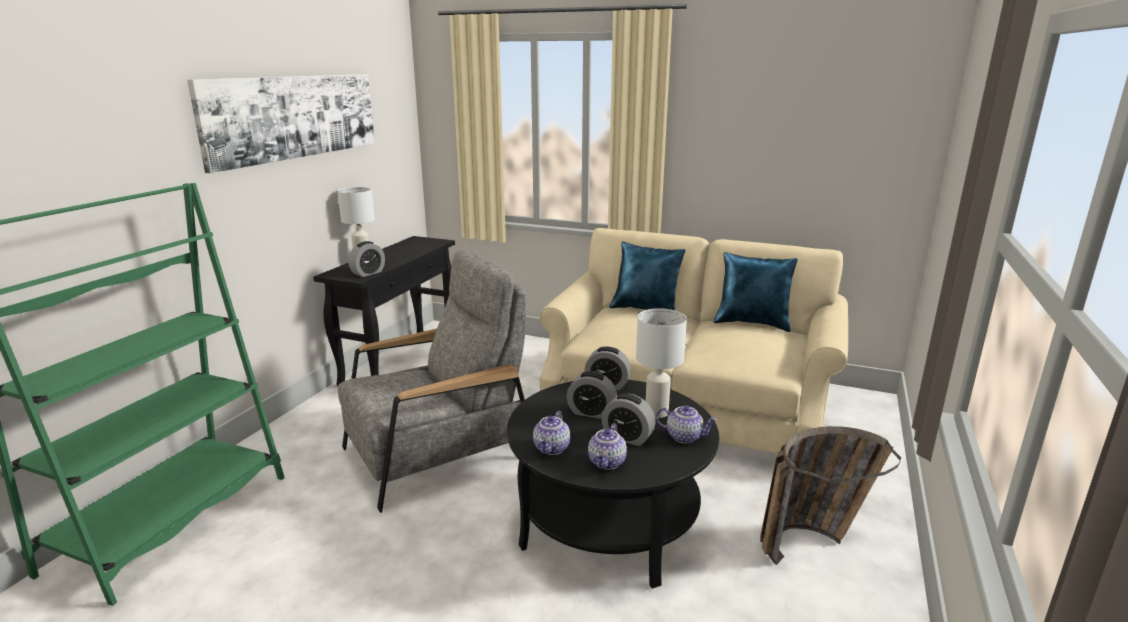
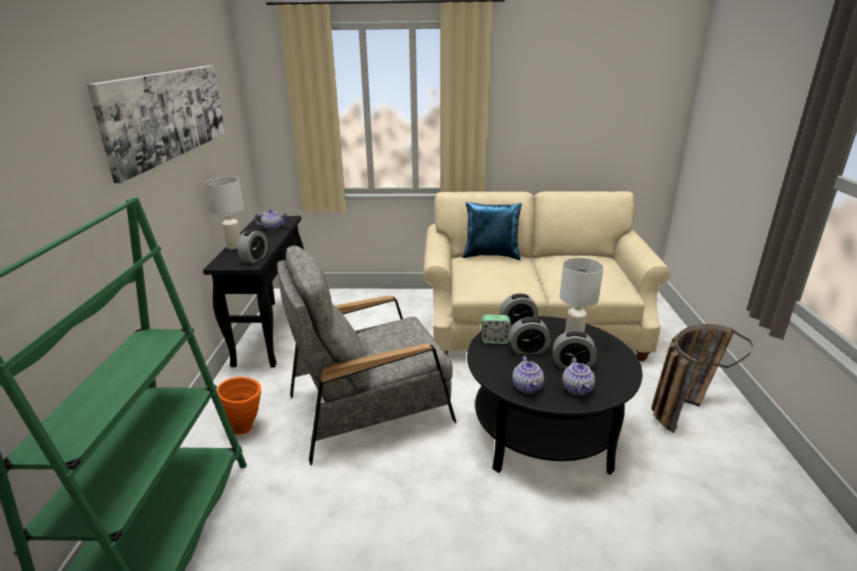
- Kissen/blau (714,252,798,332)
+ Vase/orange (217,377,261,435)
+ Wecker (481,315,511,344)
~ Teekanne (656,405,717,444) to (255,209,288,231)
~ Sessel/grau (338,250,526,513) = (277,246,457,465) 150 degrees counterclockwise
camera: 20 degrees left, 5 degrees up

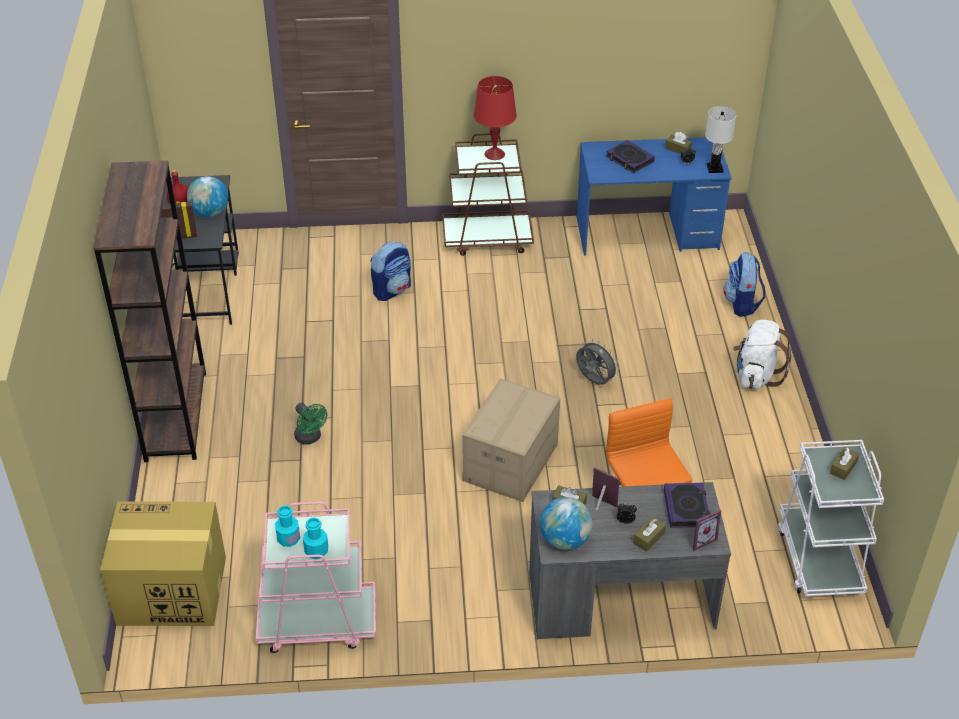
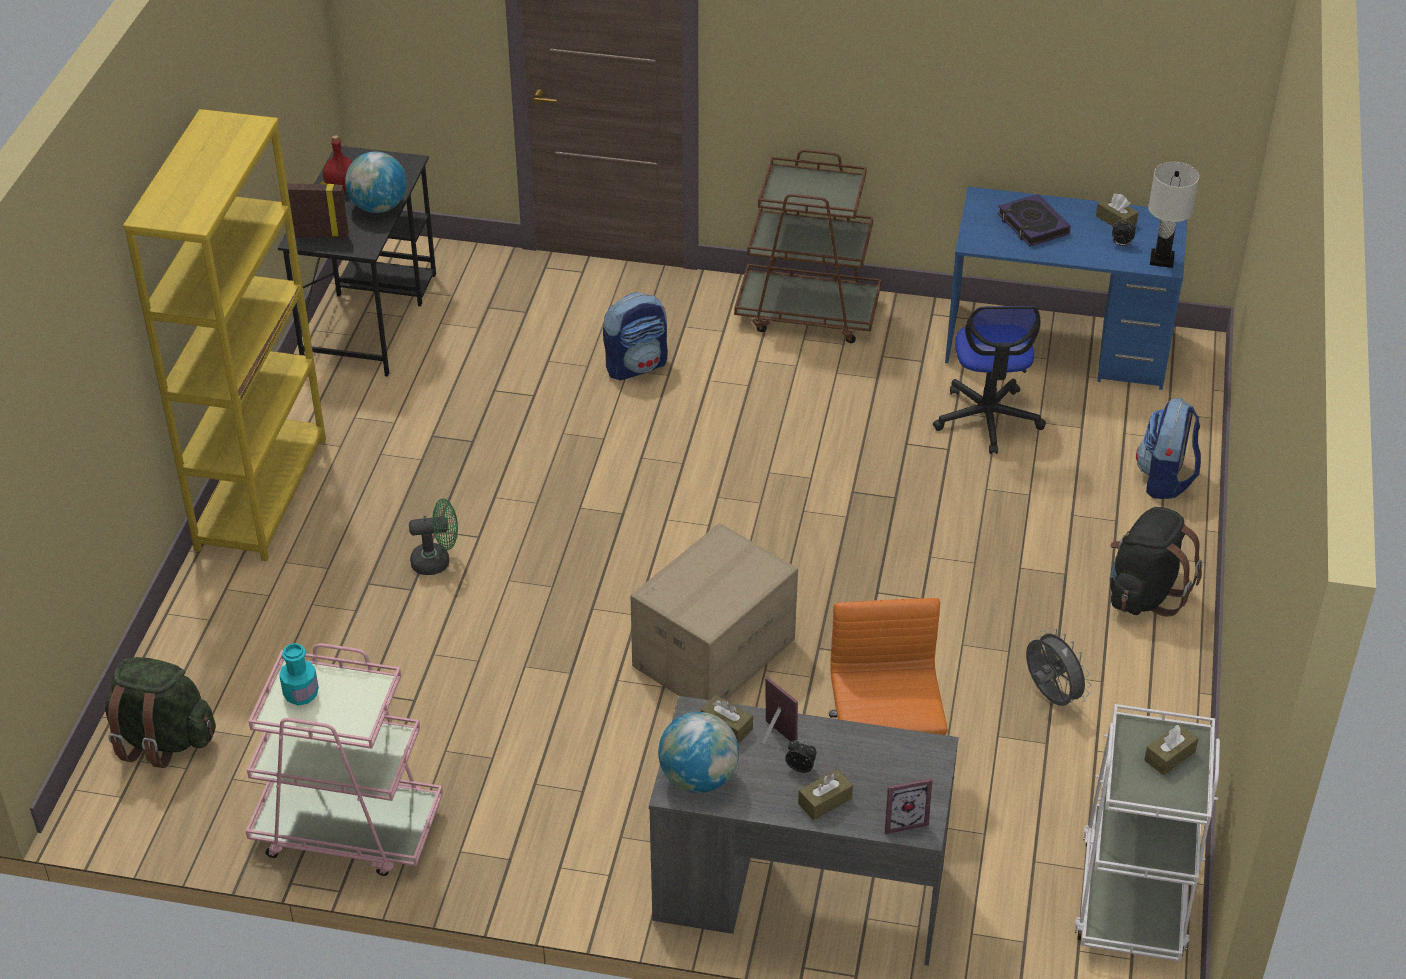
- Flasche/türkis (303,518,328,559)
- Tischlampe/rot (473,76,517,160)
- Buch (664,483,710,528)
+ Bürostuhl (933,306,1046,454)
~ Ventilator/grau (576,339,620,385) to (1026,629,1091,706)
~ Karton (100,501,226,626) to Rucksack/grün (105,657,216,768)
~ Bücherregal/braun (93,161,206,462) to Bücherregal/gelb (123,109,326,561)
~ Rucksack/weiß (733,320,791,389) to Rucksack/schwarz (1109,507,1202,617)
~ Ventilator/grün (294,403,327,445) = (409,499,458,575) 75 degrees counterclockwise
camera: 15 degrees right, 0 degrees up

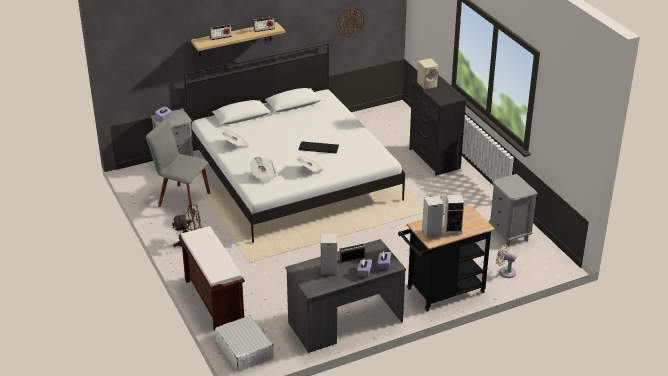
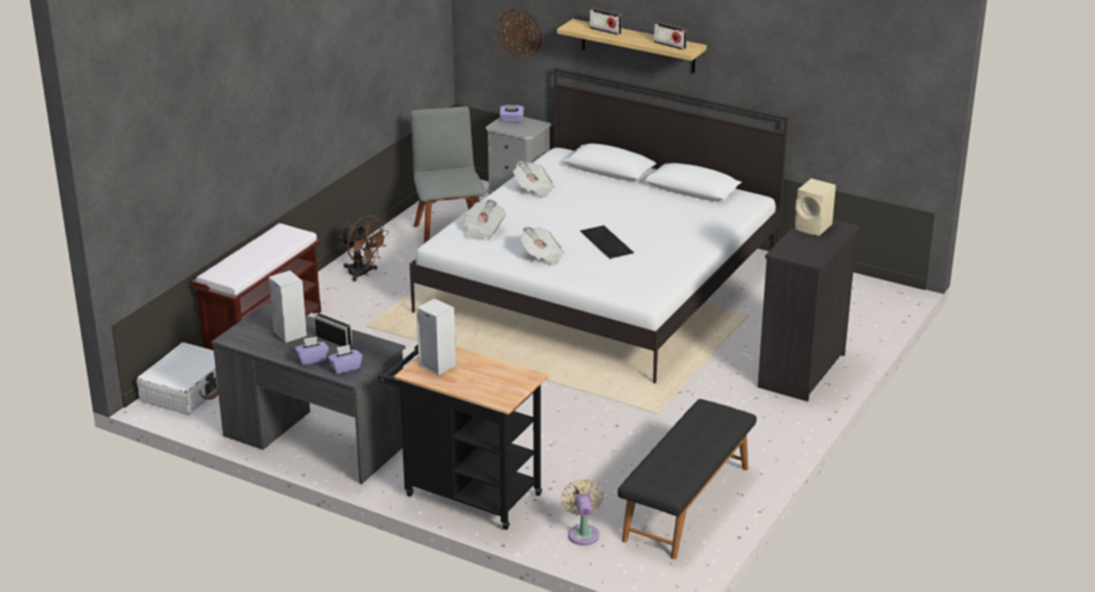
- Lautsprecher (444,194,464,235)
~ Wanduhr (337,7,365,37) to (498,9,542,59)
~ Nachttisch/grau (489,174,538,247) to Bank/schwarz (618,399,757,559)
camera: 55 degrees right, 5 degrees down

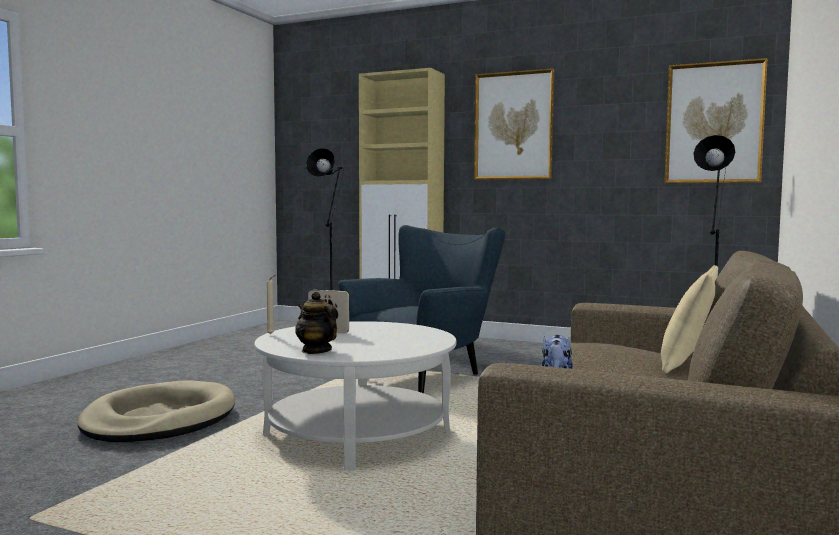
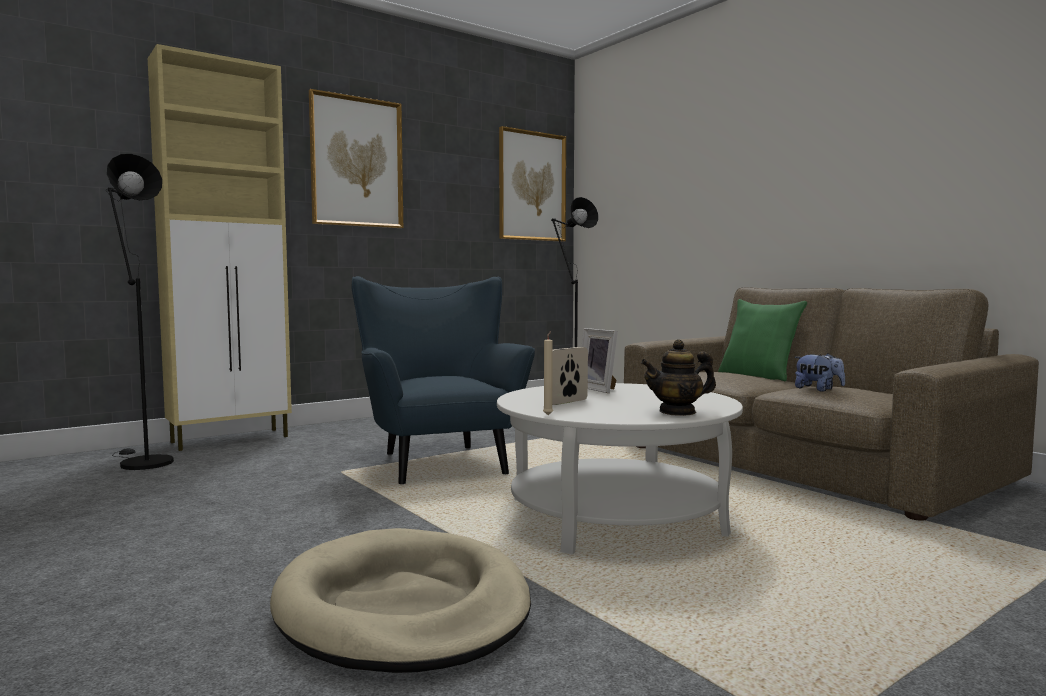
+ Bilderrahmen (581,328,618,393)
~ Kissen/beige (661,265,718,373) to Kissen/grün (718,299,807,381)
camera: 60 degrees left, 0 degrees up

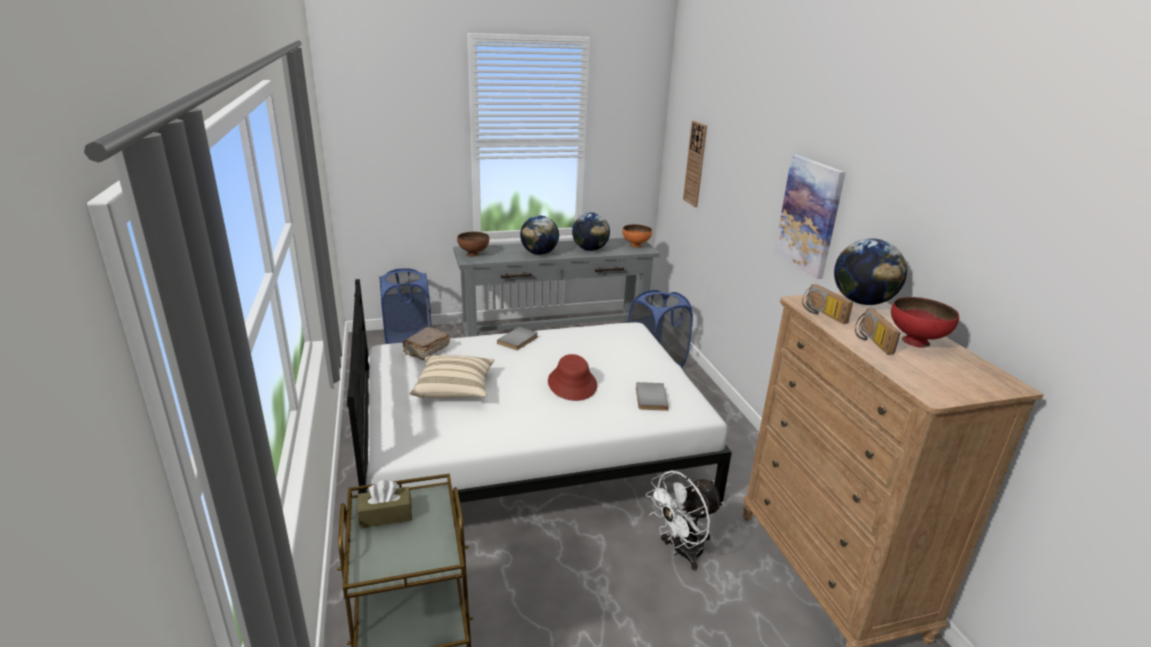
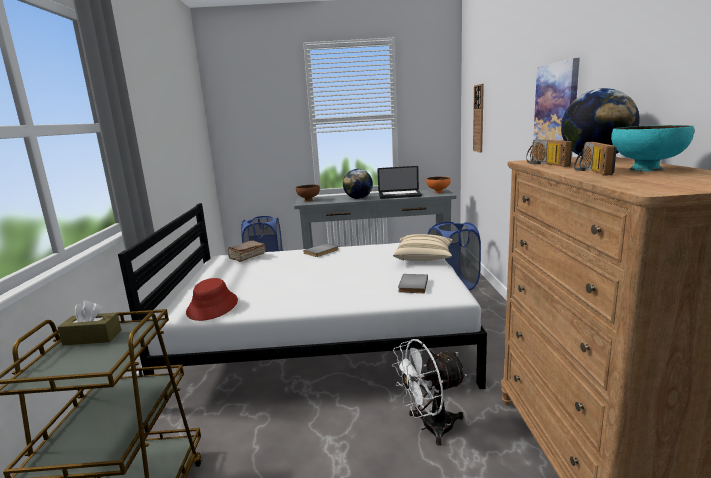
~ Kissen/beige (410,355,494,398) to (393,234,453,261)
~ Hut/rot (548,354,597,401) to (186,278,238,321)
~ Globus (572,213,610,251) to Laptop (377,166,422,199)
~ Schüssel/rot (891,297,959,348) to Schüssel/türkis (611,125,694,171)
camera: 15 degrees right, 10 degrees down

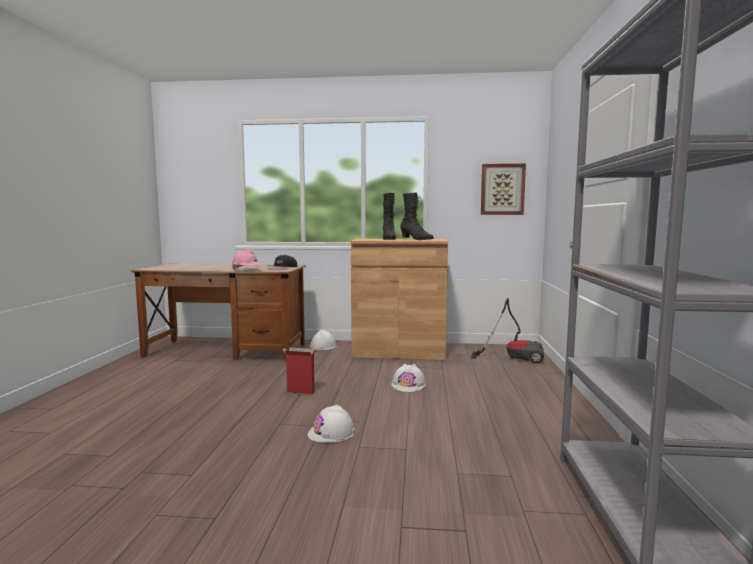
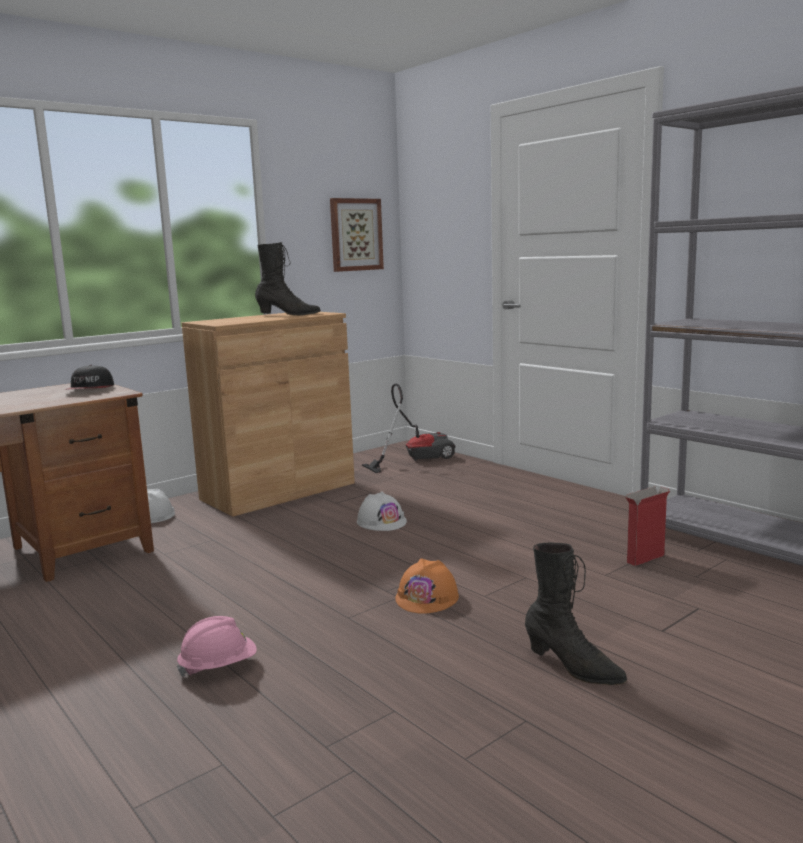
~ Schutzhelm/rosa (232,249,262,270) to (177,616,257,677)
~ Karton (283,347,316,394) to (625,486,670,566)
~ Stiefel/schwarz (383,193,396,240) to (525,543,627,685)
~ Schutzhelm/weiß (308,405,355,443) to Schutzhelm/orange (395,558,459,614)
camera: 45 degrees left, 5 degrees up

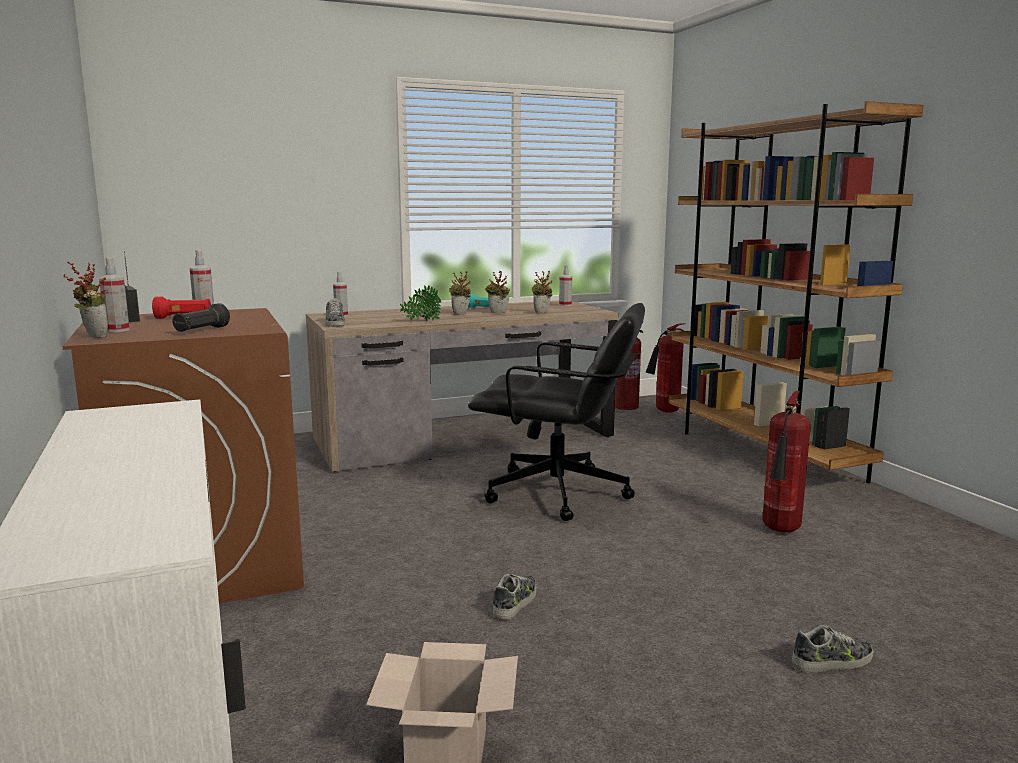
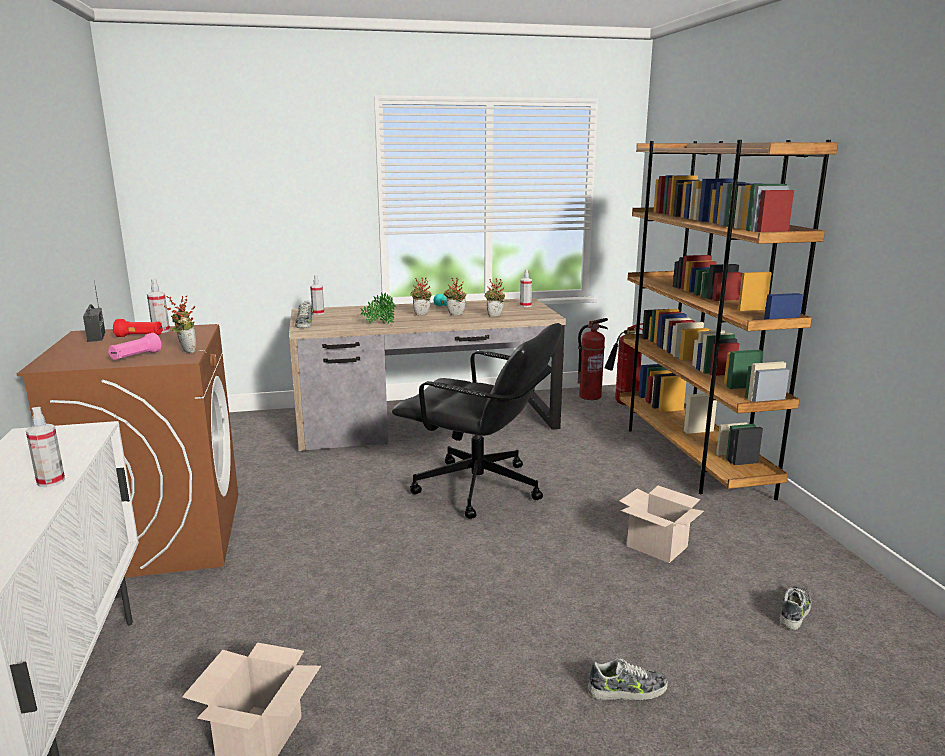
~ Topfpflanze (63,262,108,338) to (164,296,196,353)
~ Sprühflasche (99,257,130,332) to (26,407,65,487)
~ Schuh (493,574,537,620) to (780,585,811,630)
~ Feuerlöscher (763,391,811,533) to Karton (620,486,704,563)
~ Taschenlampe/schwarz (172,303,230,332) to Taschenlampe/rosa (108,333,162,360)
camera: 10 degrees right, 5 degrees up

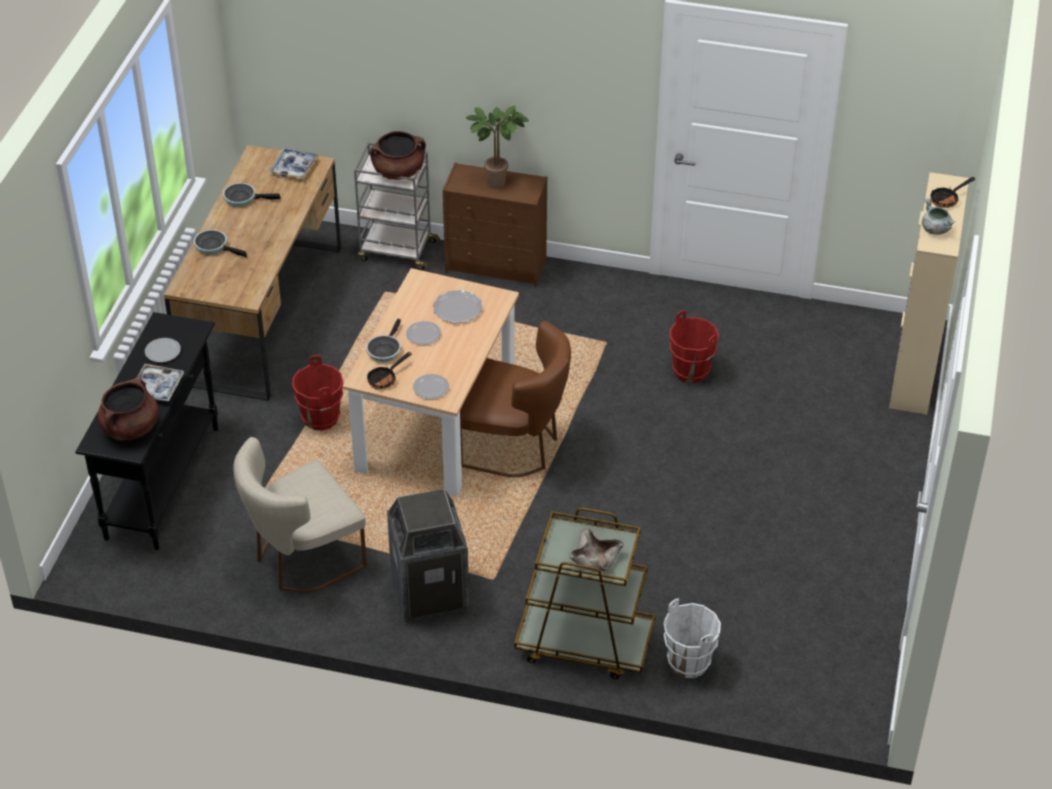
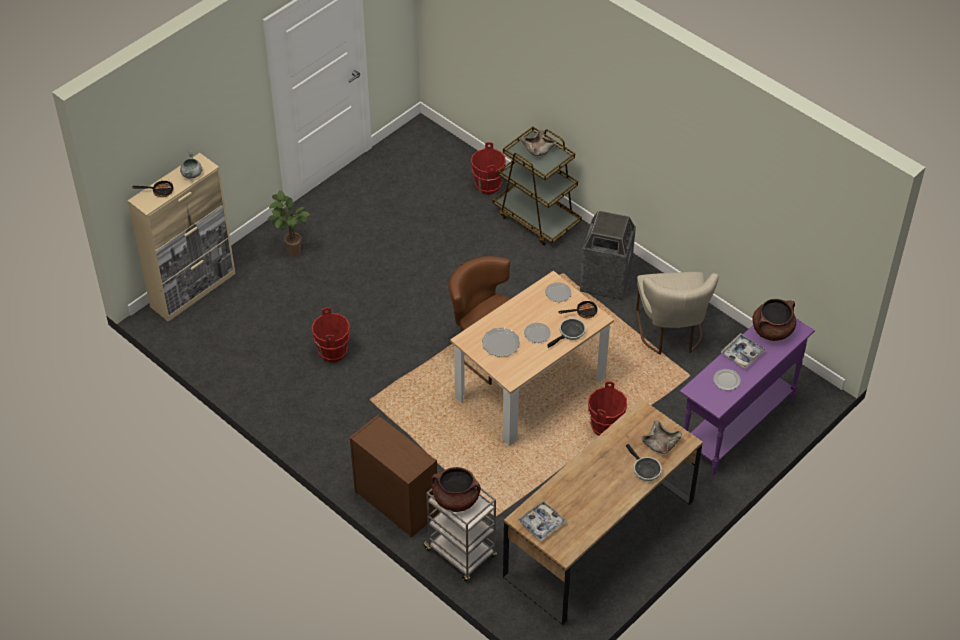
- Pfanne (223,183,281,207)
+ Schüssel/beige (641,420,682,454)
~ Topfpflanze (466,106,529,189) to (268,190,310,256)
~ Konsolentisch/schwarz (75,312,218,550) to Konsolentisch/lila (679,318,815,475)
~ Eimer/weiß (664,598,721,678) to Eimer/rot (471,142,506,195)
~ Stuhl/beige (233,437,367,593) = (636,272,719,355) 90 degrees clockwise
camera: 150 degrees left, 5 degrees up

